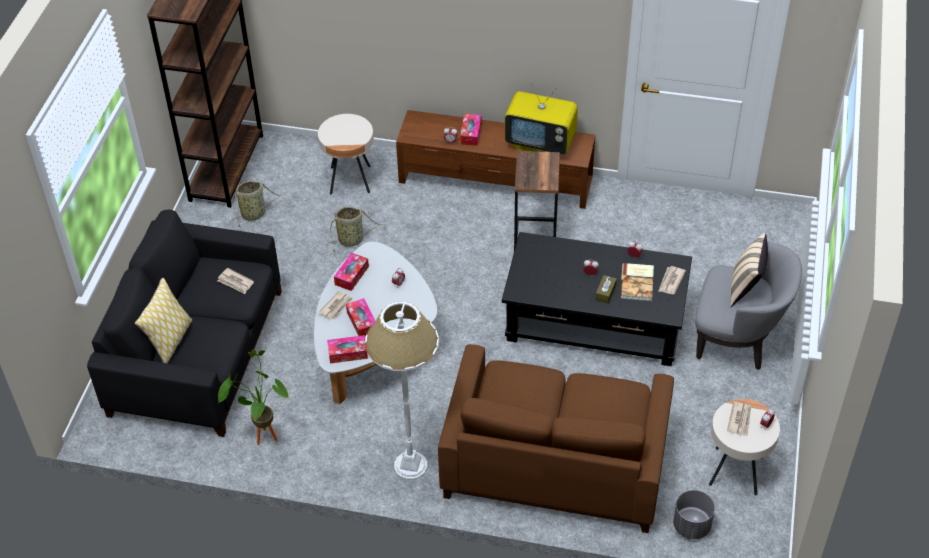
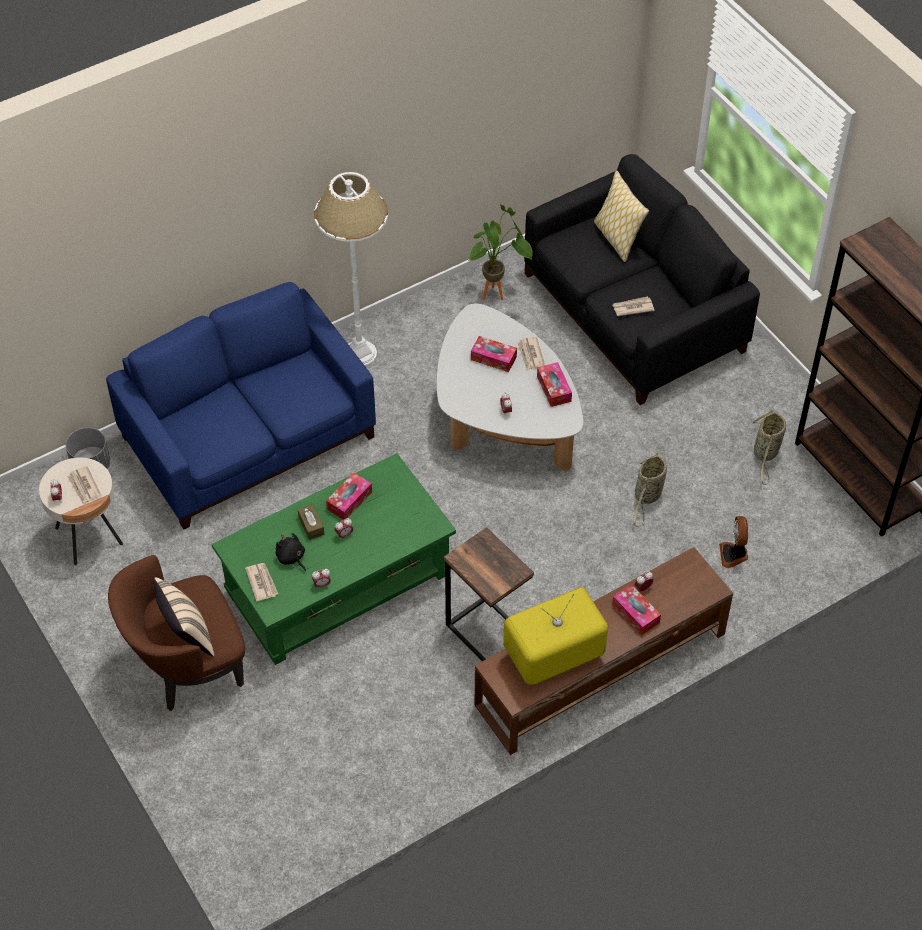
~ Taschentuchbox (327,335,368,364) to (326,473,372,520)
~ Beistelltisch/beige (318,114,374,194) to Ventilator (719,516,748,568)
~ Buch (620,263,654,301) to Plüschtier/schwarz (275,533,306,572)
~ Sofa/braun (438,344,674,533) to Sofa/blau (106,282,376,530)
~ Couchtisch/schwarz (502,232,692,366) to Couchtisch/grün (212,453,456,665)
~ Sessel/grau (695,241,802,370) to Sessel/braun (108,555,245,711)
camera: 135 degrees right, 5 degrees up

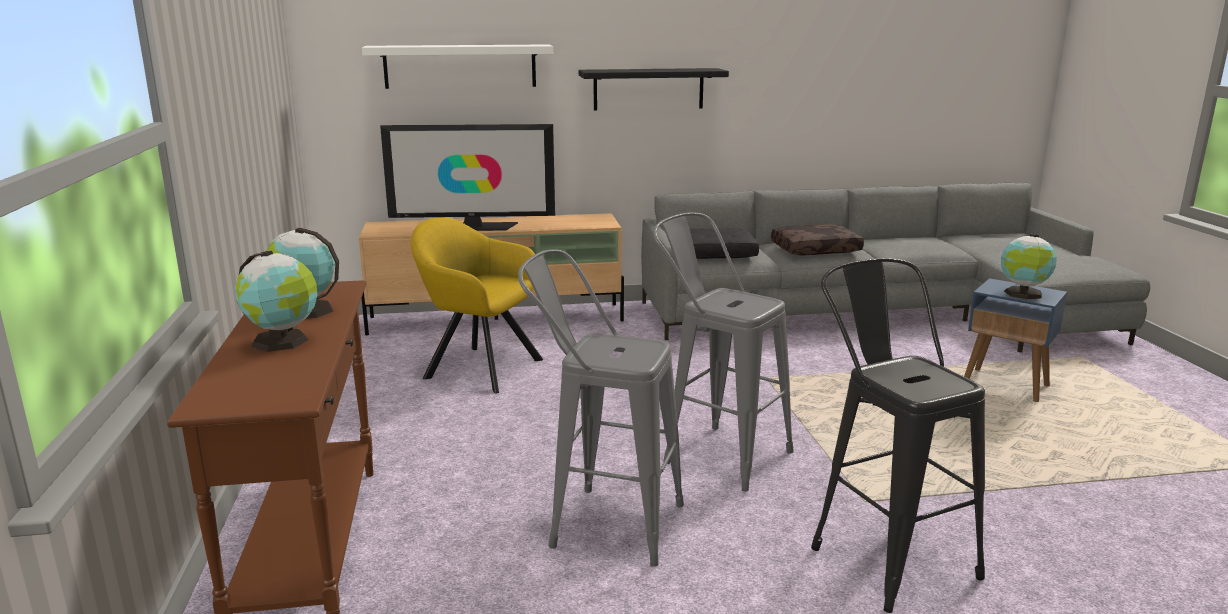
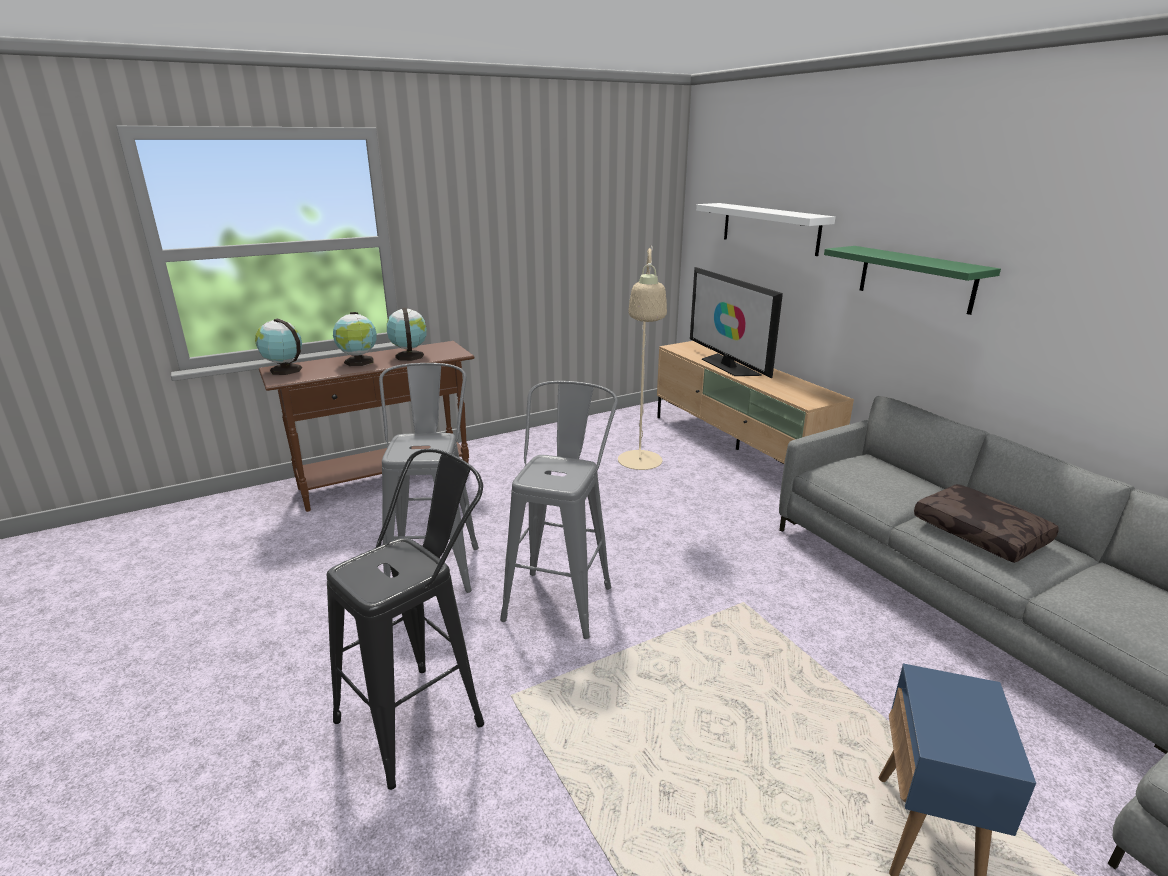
- Kissen/schwarz (690,228,759,259)
~ Globus (1001,234,1056,300) to (255,319,302,375)
~ Sessel/gelb (411,217,543,394) to Stehlampe/beige (618,246,667,470)
~ Wandregal/schwarz (579,68,729,110) to Wandregal/grün (824,246,1001,315)
camera: 70 degrees right, 5 degrees up

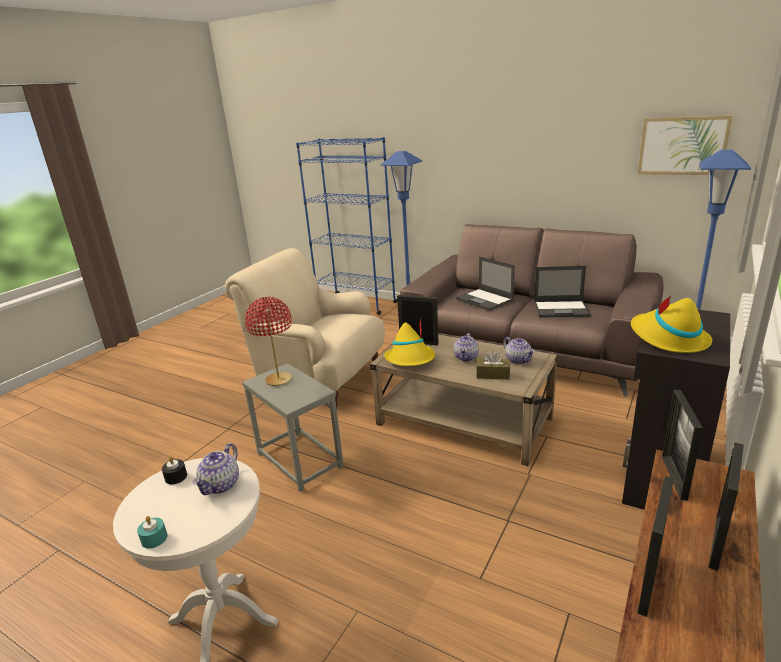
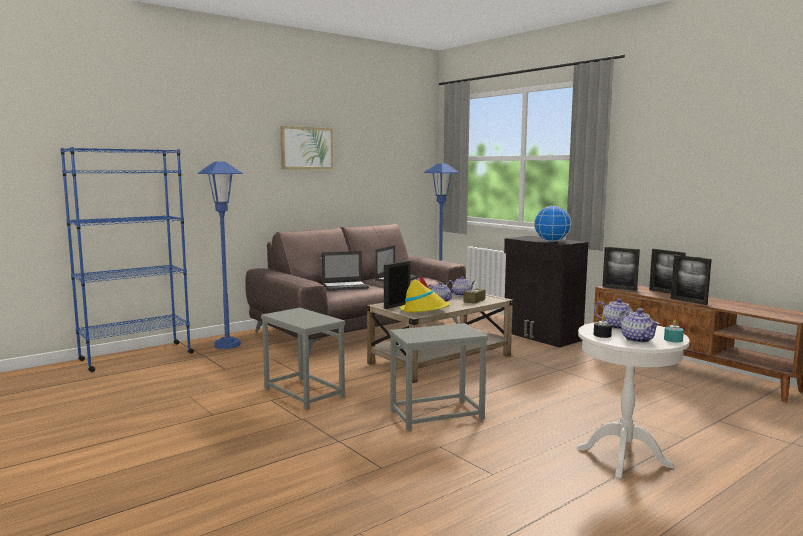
- Tischlampe/rot (245,297,292,386)
+ Teekanne (619,309,659,343)
~ Bild (638,115,733,175) to (280,126,333,169)
~ Sessel/beige (225,248,385,409) to Beistelltisch/grau (261,308,345,409)
~ Hut/gelb (631,296,712,353) to Globus (534,206,571,242)
camera: 70 degrees left, 15 degrees down

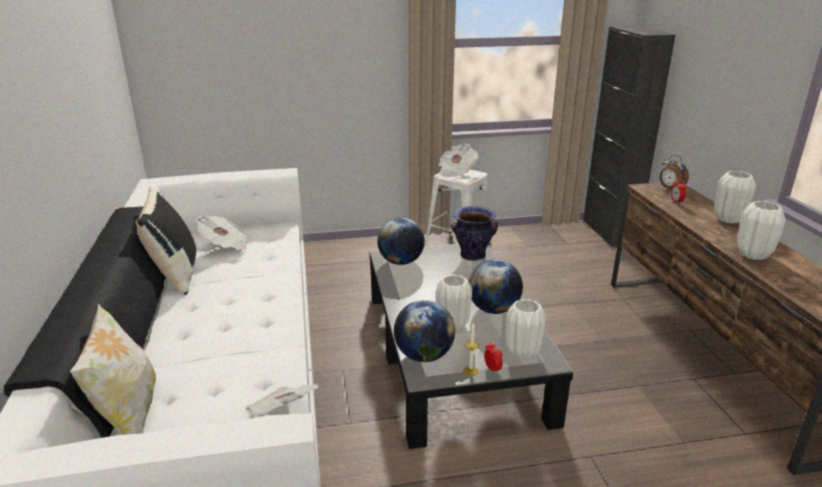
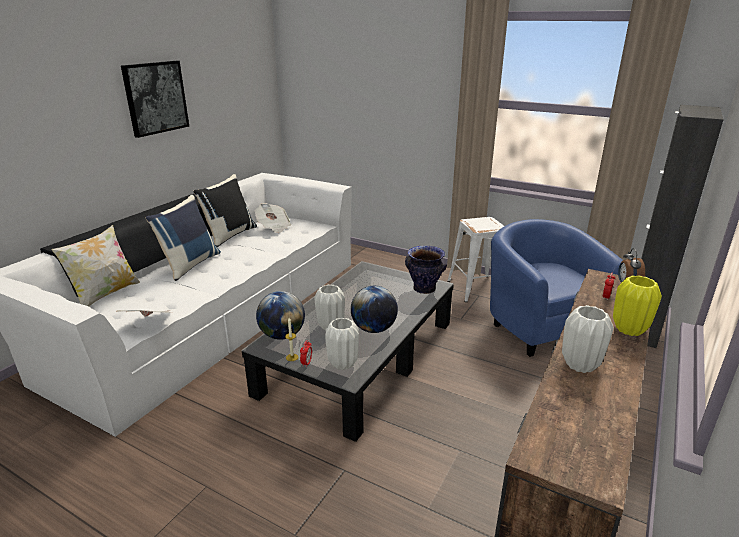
- Globus (377,217,425,265)
- Zeitung (438,144,478,177)
+ Bild (121,61,189,138)
+ Kissen/blau (146,195,221,281)
+ Sessel/blau (490,219,623,357)
~ Vase/weiß (714,171,756,223) to Vase/gelb (613,275,662,336)
camera: 40 degrees right, 0 degrees up

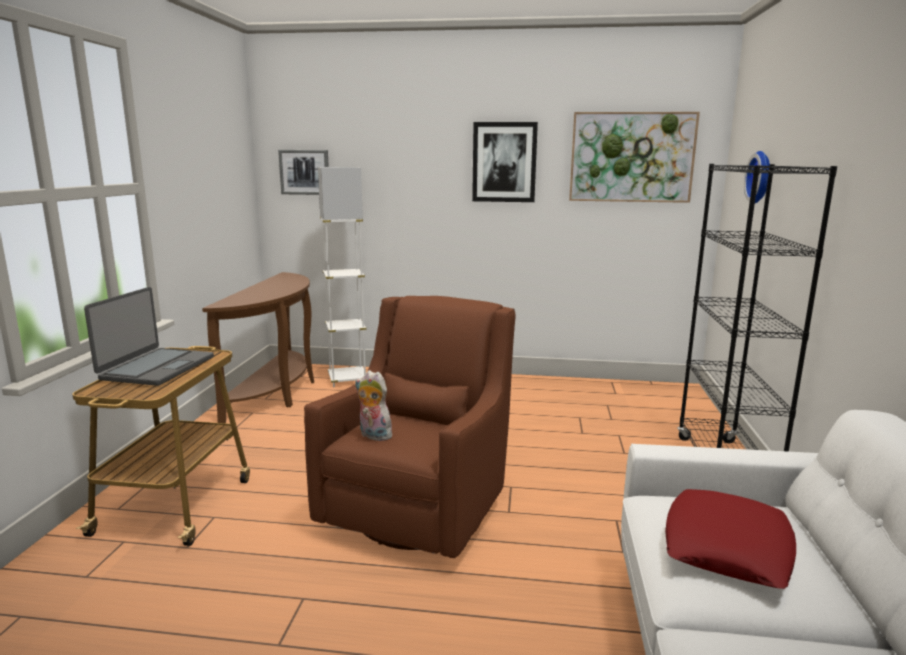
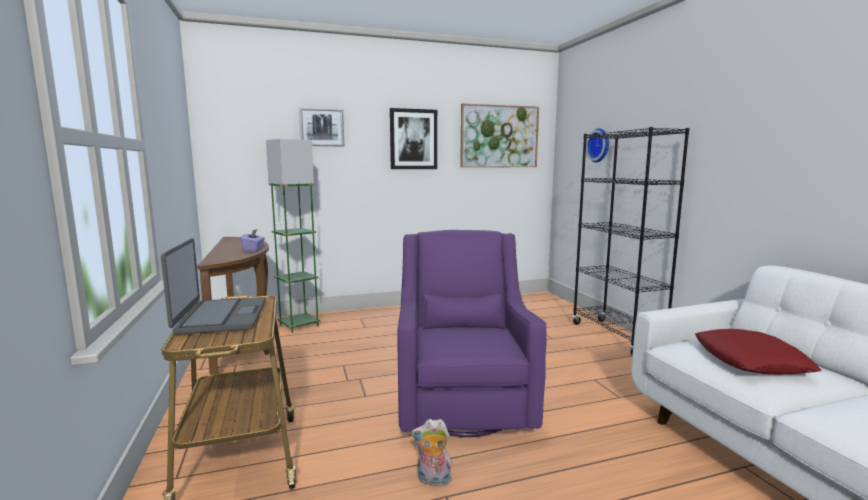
+ Taschentuchbox/lila (240,229,265,251)
~ Bild (278,150,329,195) to (299,107,344,146)
~ Plüschtier (355,370,394,441) to (411,419,453,487)
~ Sessel/braun (304,296,516,558) to Sessel/lila (397,230,546,438)
~ Stehlampe/weiß (318,167,366,387) to Stehlampe/grün (266,139,321,333)
camera: 25 degrees left, 5 degrees down

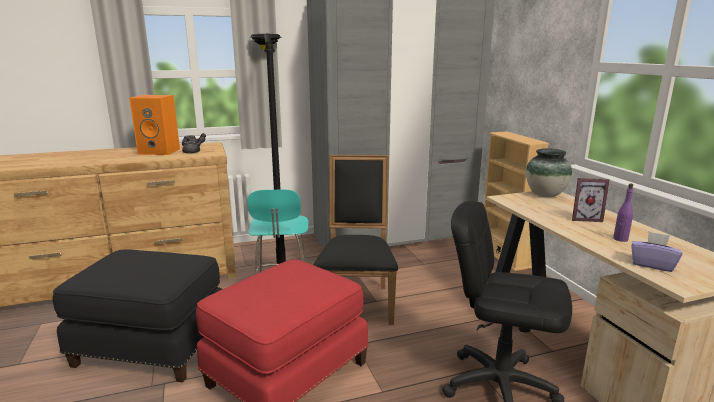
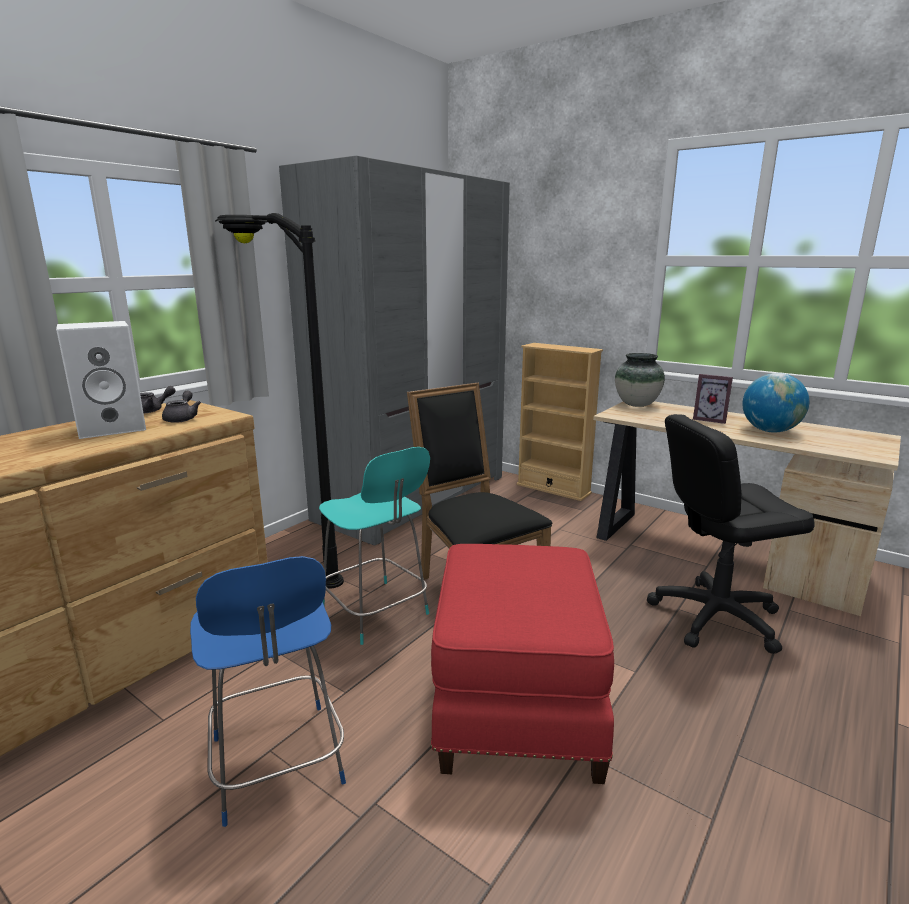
- Taschentuchbox/lila (631,232,682,272)
~ Polsterhocker/schwarz (53,249,222,382) to Stuhl/blau (190,556,346,827)
~ Flasche/lila (613,184,633,242) to Globus (742,373,809,433)
~ Lautsprecher/orange (129,95,180,155) to Lautsprecher/weiß (56,321,146,439)
~ Bilderrahmen (572,178,610,222) = (693,374,733,424) 60 degrees clockwise
camera: 35 degrees left, 0 degrees up

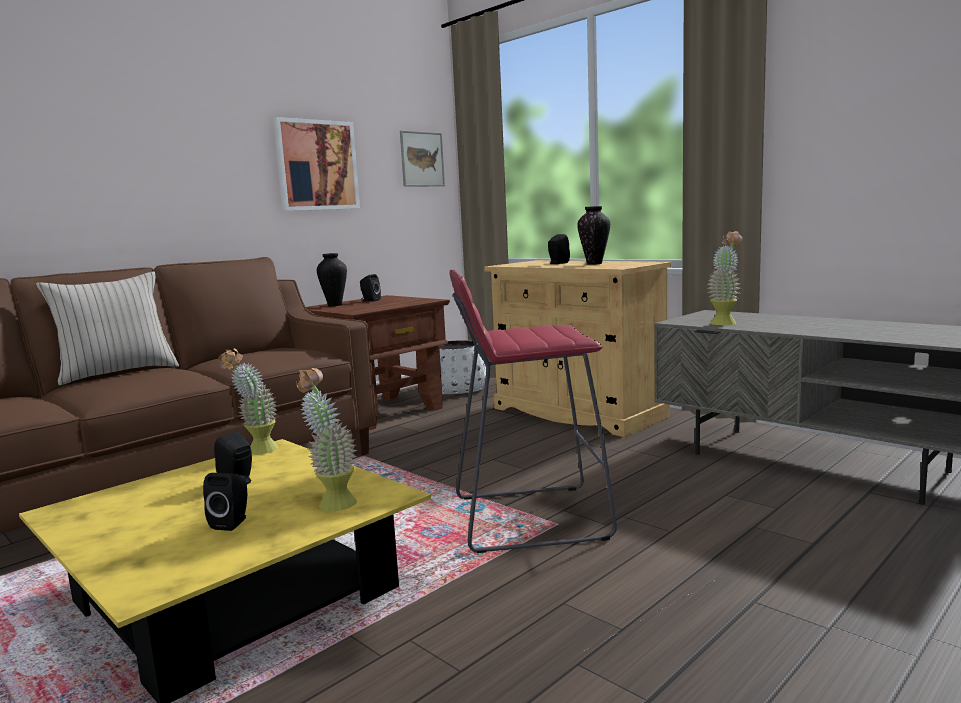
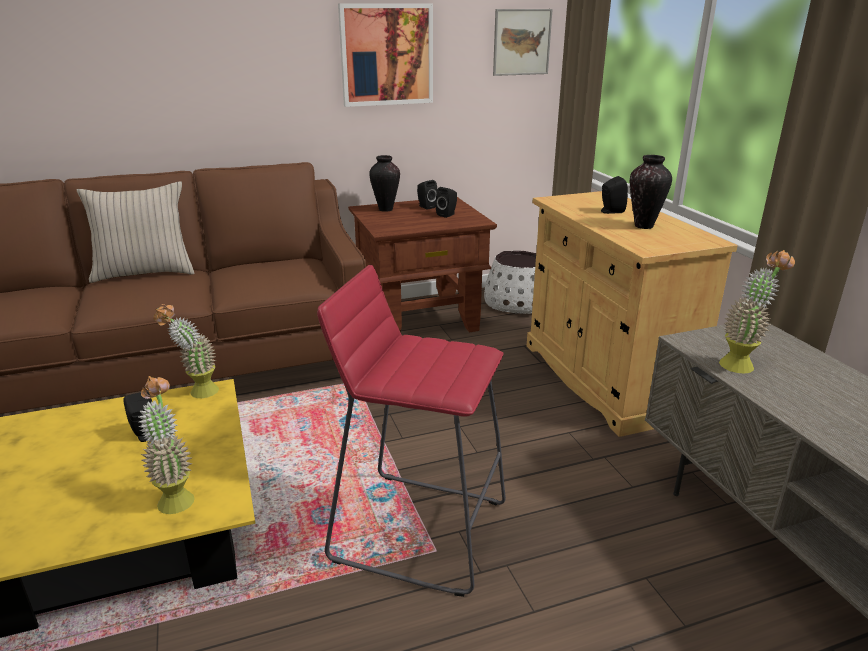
~ Lautsprecher/schwarz (203,473,247,531) to (436,187,457,218)
camera: 25 degrees right, 15 degrees up

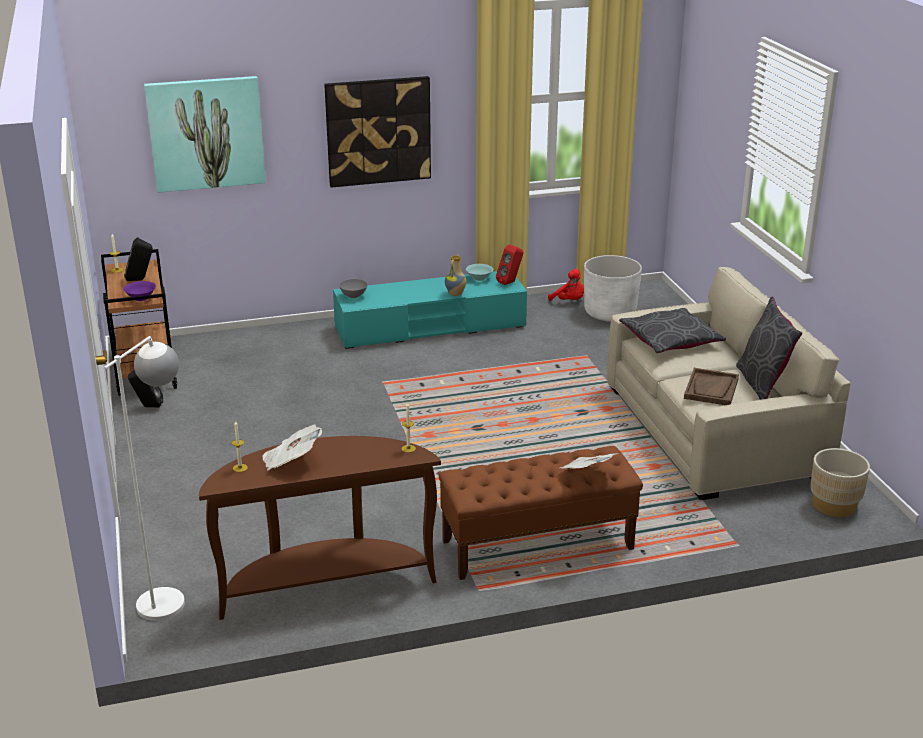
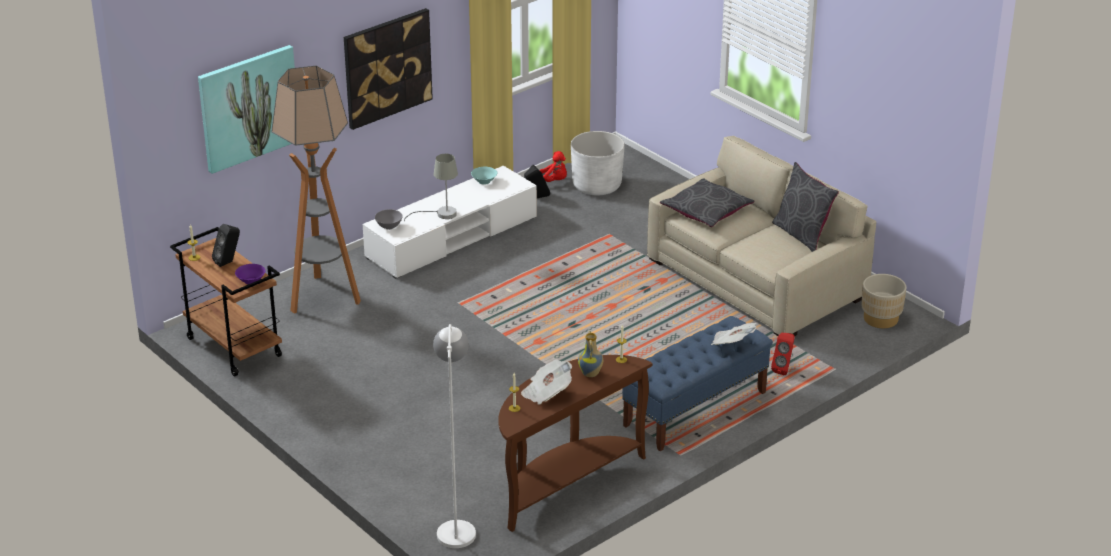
- Tablett/braun (684,368,739,405)
+ Stehlampe (271,66,361,314)
+ Tischlampe/grau (404,154,458,222)
~ Lautsprecher/schwarz (128,370,163,407) to (524,165,551,198)
~ Vase (445,255,467,296) to (578,331,603,377)
~ Lautsprecher/rot (496,244,523,285) to (771,333,795,375)
~ Fernsehschrank/türkis (333,271,527,349) to Fernsehschrank/weiß (363,166,537,279)
~ Bank/braun (438,446,643,580) to Bank/blau (622,316,773,451)
camera: 25 degrees left, 5 degrees up

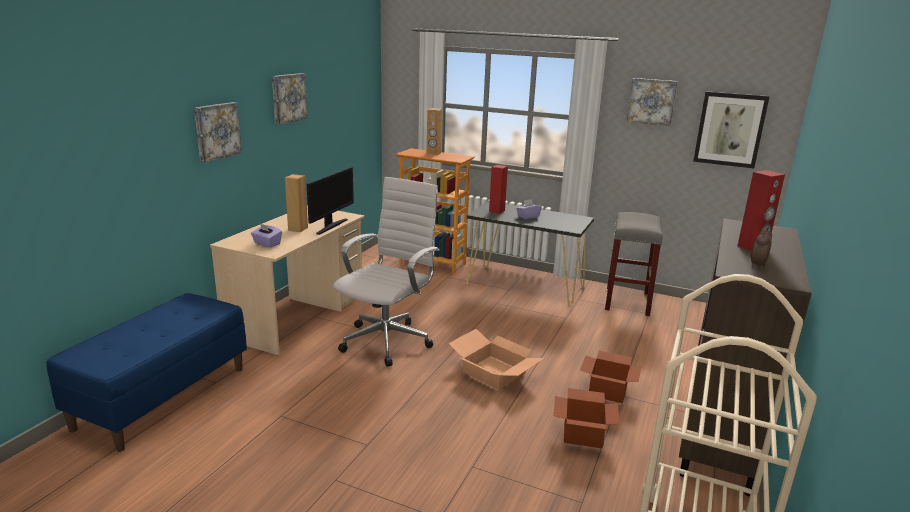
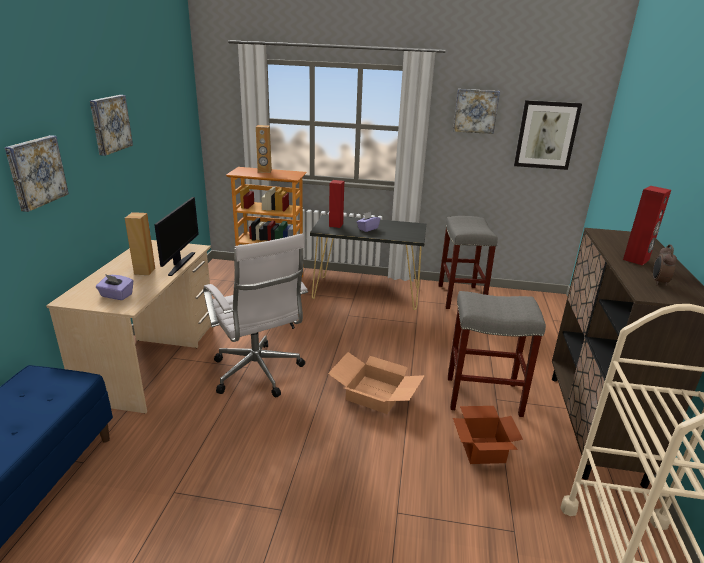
~ Karton (580,351,642,403) to Hocker/grau (448,291,546,417)
~ Bürostuhl/weiß (333,177,440,367) = (203,234,308,397) 135 degrees clockwise
camera: 15 degrees left, 5 degrees up

